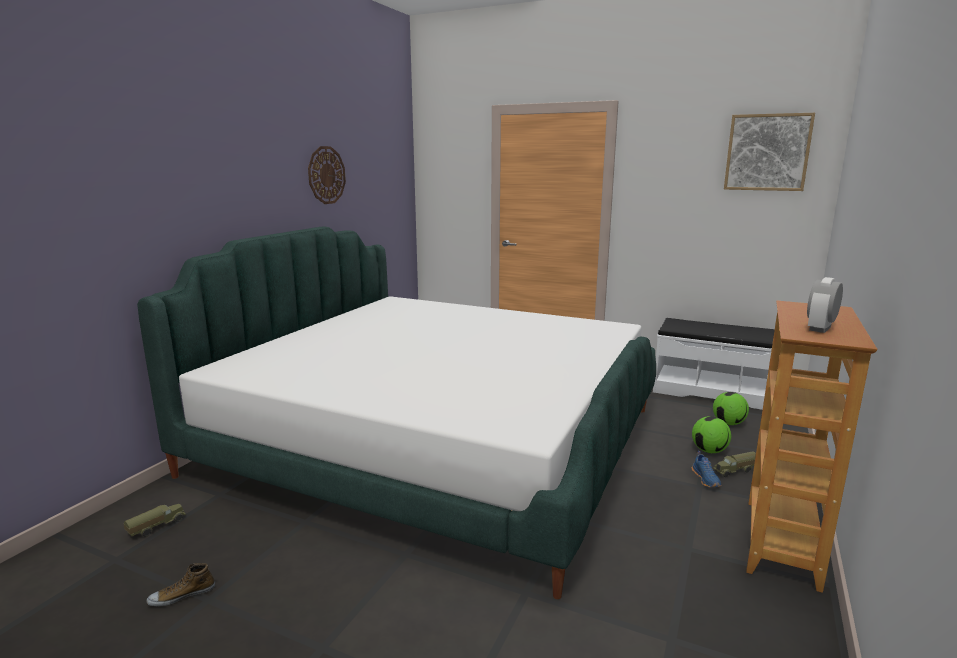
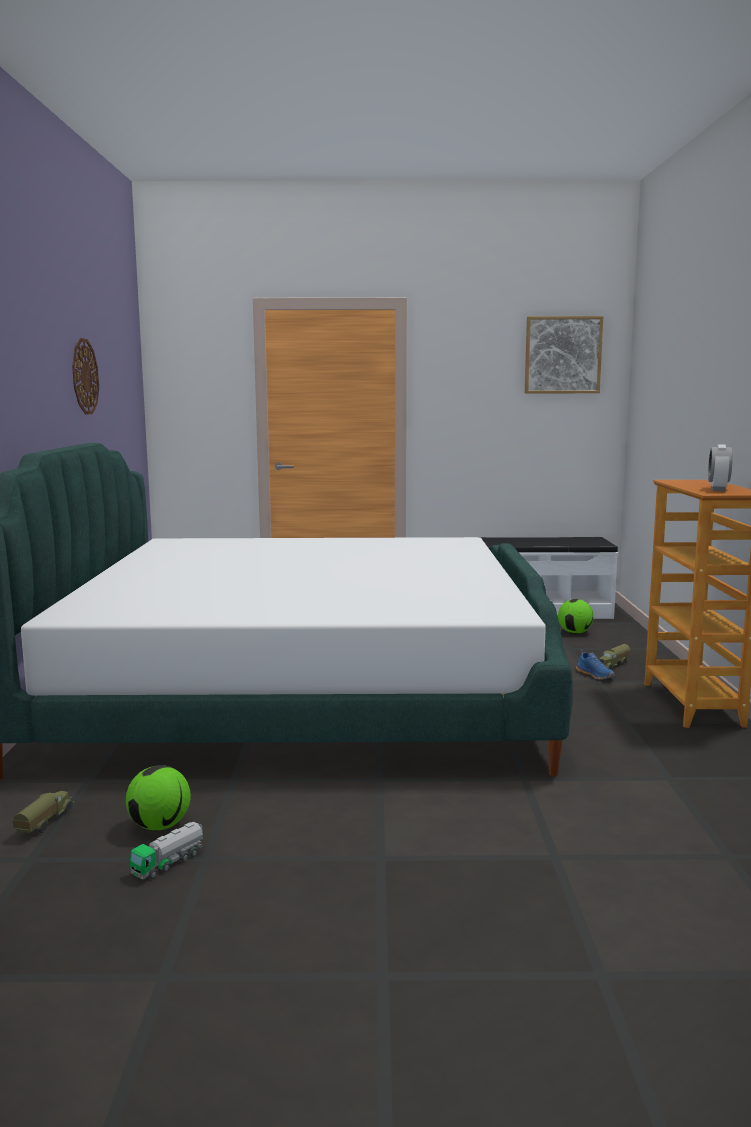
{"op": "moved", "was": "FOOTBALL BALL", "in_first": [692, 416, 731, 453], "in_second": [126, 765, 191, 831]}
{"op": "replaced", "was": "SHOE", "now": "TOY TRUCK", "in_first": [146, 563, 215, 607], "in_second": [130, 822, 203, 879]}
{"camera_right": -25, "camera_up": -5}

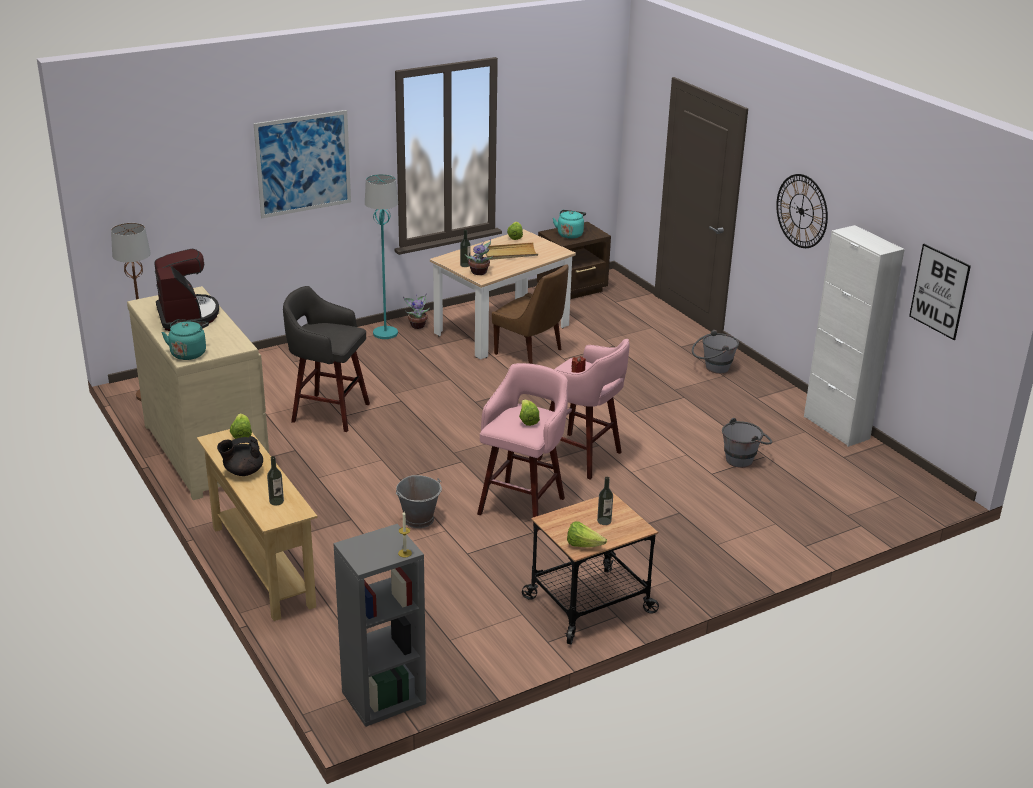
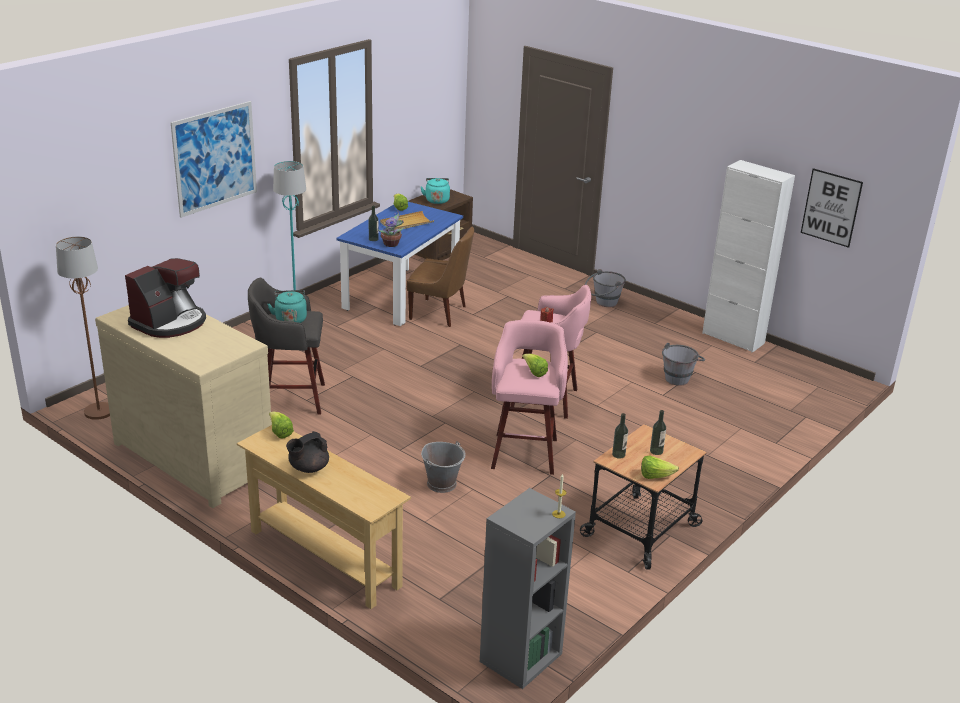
{"op": "removed", "was": "PLANT IN A POT", "in_first": [403, 293, 430, 329]}
{"op": "removed", "was": "CLOCK ON THE WALL", "in_first": [776, 174, 828, 248]}
{"op": "moved", "was": "TURQUOISE WATER KETTLE", "in_first": [162, 319, 209, 360], "in_second": [267, 290, 307, 323]}
{"op": "moved", "was": "BOTTLE", "in_first": [267, 456, 284, 506], "in_second": [612, 413, 628, 459]}
{"op": "recoloured", "was": "SAND-COLOURED DINNER TABLE", "now": "BLUE DINNER TABLE", "in_first": [430, 229, 576, 360], "in_second": [336, 202, 463, 326]}
{"op": "turned", "was": "COFFEE MACHINE", "in_first": [154, 249, 219, 331], "in_second": [125, 258, 206, 338], "clockwise": 75}
{"camera_right": -20, "camera_up": 0}

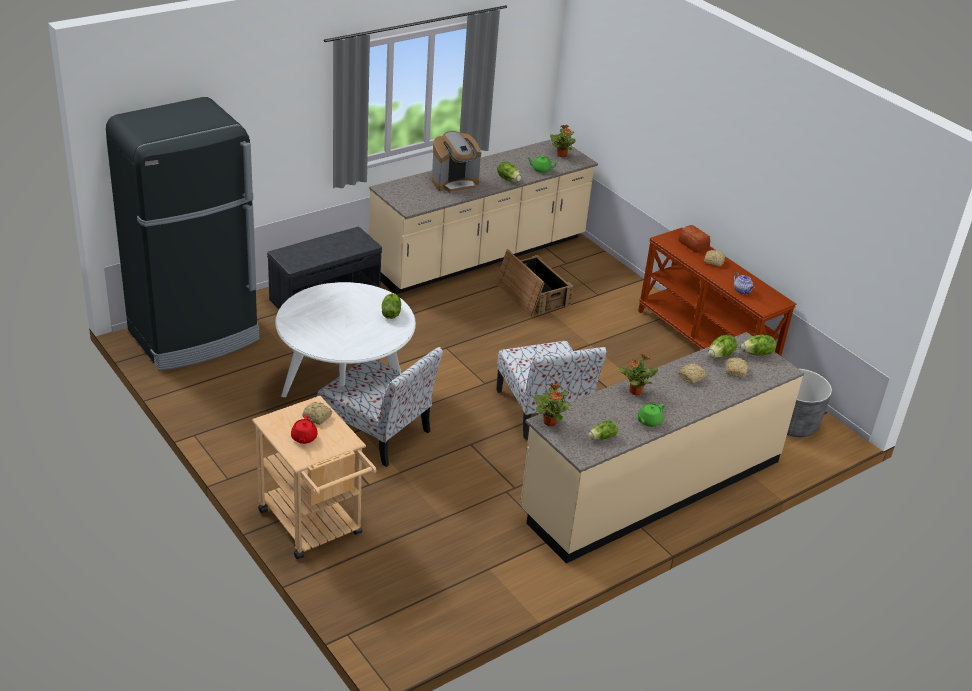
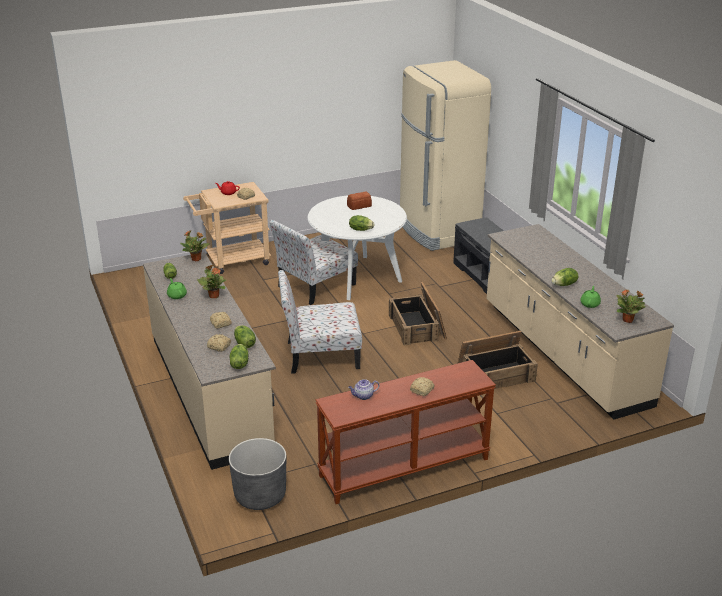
{"op": "removed", "was": "COFFEE MACHINE", "in_first": [431, 131, 481, 193]}
{"op": "added", "now": "CRATE", "in_second": [389, 282, 447, 345]}
{"op": "moved", "was": "BAKED BREAD", "in_first": [678, 225, 710, 253], "in_second": [347, 191, 372, 210]}
{"op": "recoloured", "was": "BLACK-COLOURED REFRIGERATOR", "now": "SAND-COLOURED REFRIGERATOR", "in_first": [106, 97, 260, 371], "in_second": [400, 60, 491, 251]}
{"camera_right": 105, "camera_up": -5}

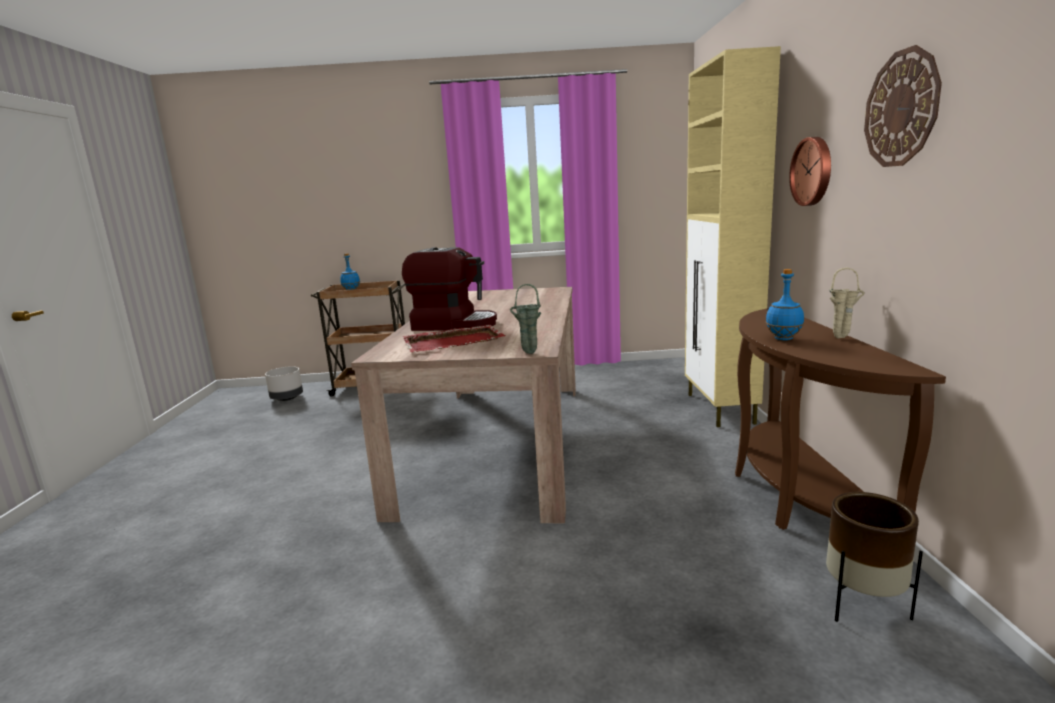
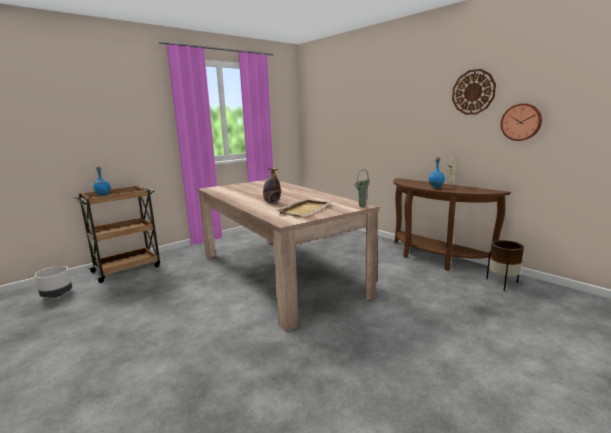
{"op": "removed", "was": "SAND-COLOURED STORAGE CABINET", "in_first": [685, 46, 781, 427]}
{"op": "moved", "was": "CLOCK ON THE WALL", "in_first": [789, 137, 831, 206], "in_second": [501, 103, 542, 141]}
{"op": "replaced", "was": "COFFEE MACHINE", "now": "BOTTLE", "in_first": [402, 247, 497, 331], "in_second": [263, 168, 281, 203]}
{"op": "recoloured", "was": "RED SERVING TRAY", "now": "SAND-COLOURED SERVING TRAY", "in_first": [403, 325, 505, 352], "in_second": [274, 199, 331, 217]}
{"camera_right": -40, "camera_up": 0}

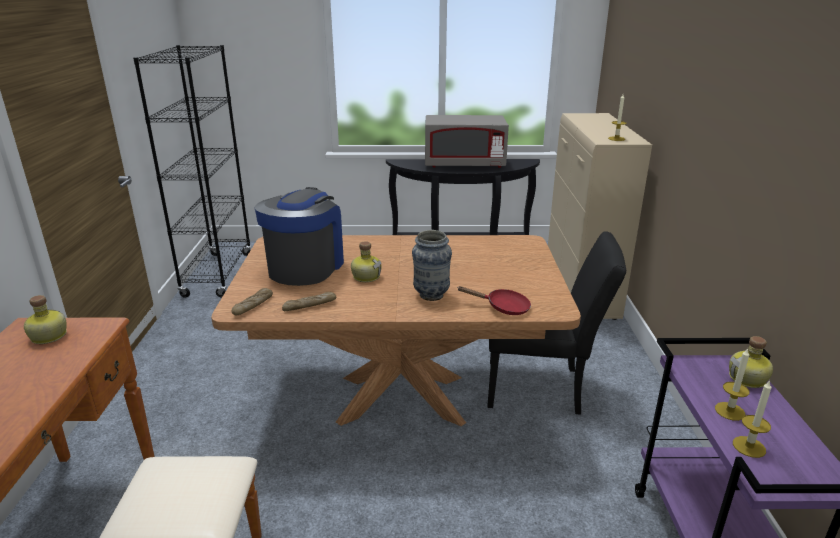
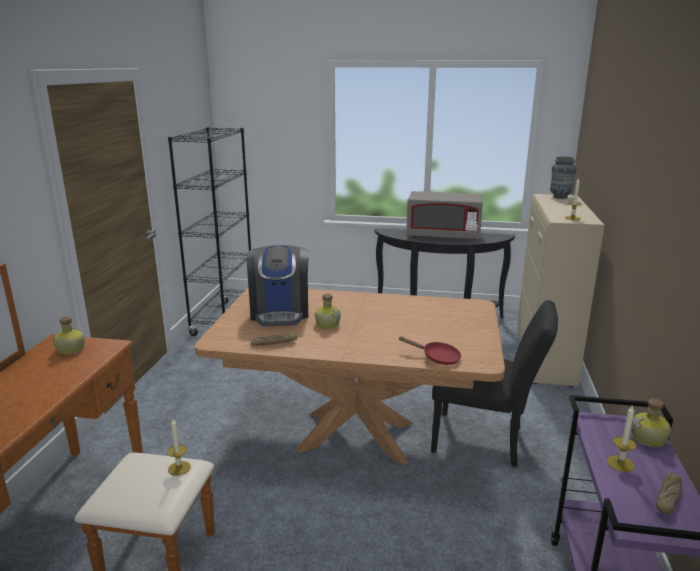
{"op": "moved", "was": "BAKED BREAD", "in_first": [232, 288, 273, 315], "in_second": [656, 472, 682, 514]}
{"op": "moved", "was": "DECORATIVE VASE", "in_first": [412, 230, 452, 301], "in_second": [550, 156, 577, 198]}
{"op": "moved", "was": "CANDLE", "in_first": [733, 380, 771, 458], "in_second": [167, 419, 191, 476]}
{"op": "turned", "was": "COFFEE MACHINE", "in_first": [254, 187, 344, 286], "in_second": [246, 245, 309, 326], "clockwise": 150}
{"camera_right": 10, "camera_up": -5}

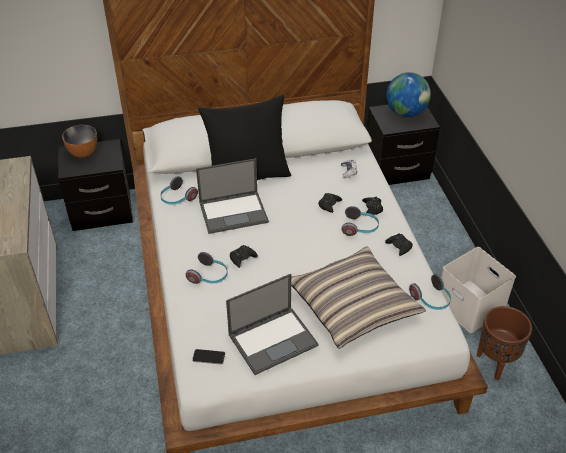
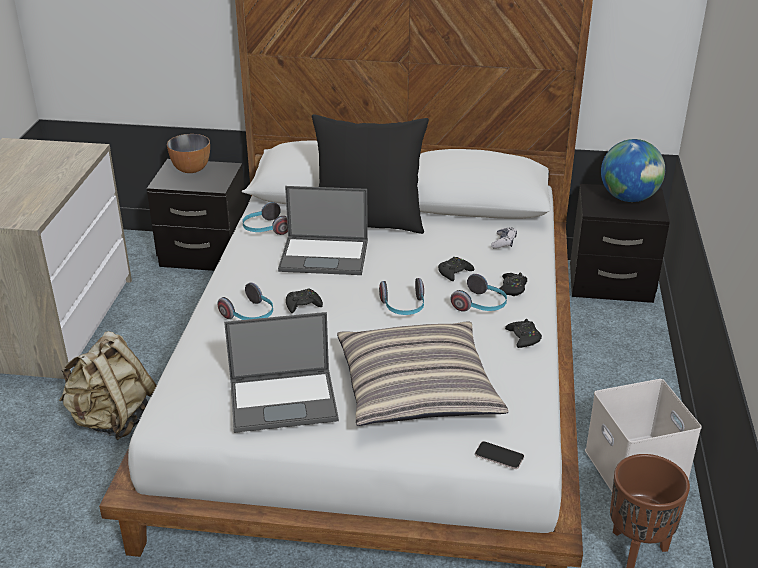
{"op": "added", "now": "SAND-COLOURED KNAPSACK", "in_second": [59, 331, 157, 440]}
{"op": "moved", "was": "TELEPHONE", "in_first": [192, 349, 225, 365], "in_second": [475, 441, 524, 469]}
{"op": "moved", "was": "HEADSET", "in_first": [409, 274, 451, 310], "in_second": [379, 278, 424, 315]}
{"camera_right": 20, "camera_up": -10}

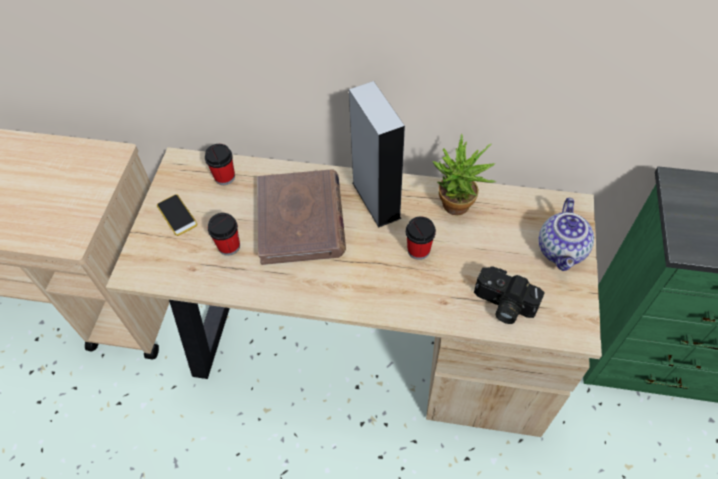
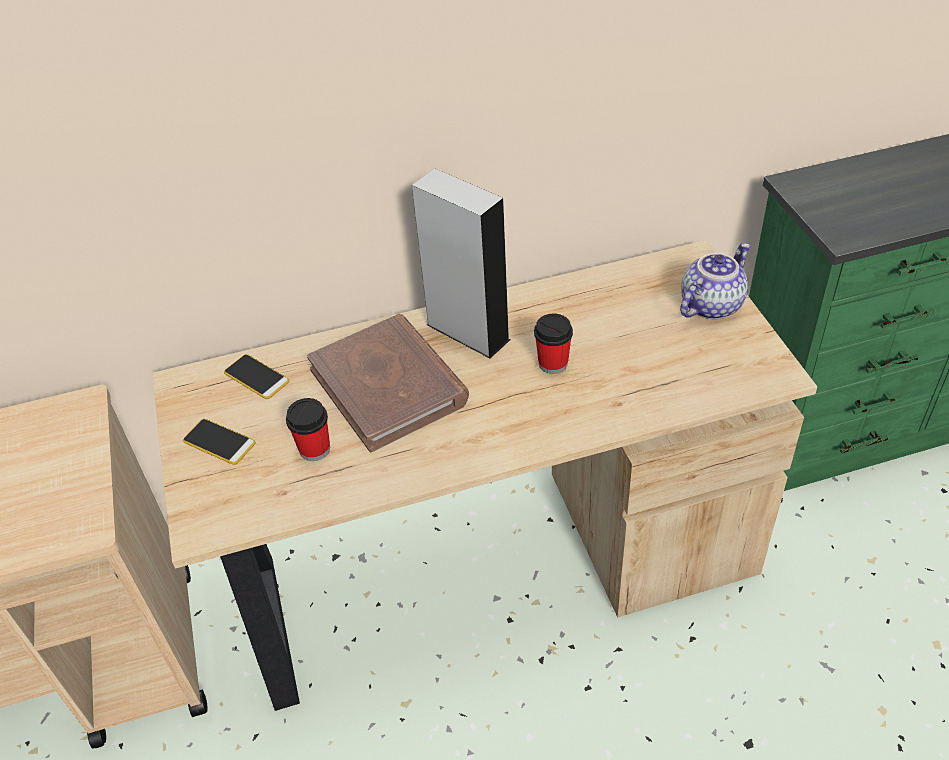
{"op": "removed", "was": "PLANT IN A POT", "in_first": [432, 134, 496, 215]}
{"op": "removed", "was": "PHOTO CAMERA", "in_first": [474, 266, 545, 324]}
{"op": "replaced", "was": "CUP", "now": "TELEPHONE", "in_first": [205, 144, 235, 185], "in_second": [224, 354, 289, 399]}
{"op": "turned", "was": "TEA POT", "in_first": [539, 198, 594, 271], "in_second": [680, 243, 751, 319], "clockwise": -120}
{"camera_right": -25, "camera_up": -10}

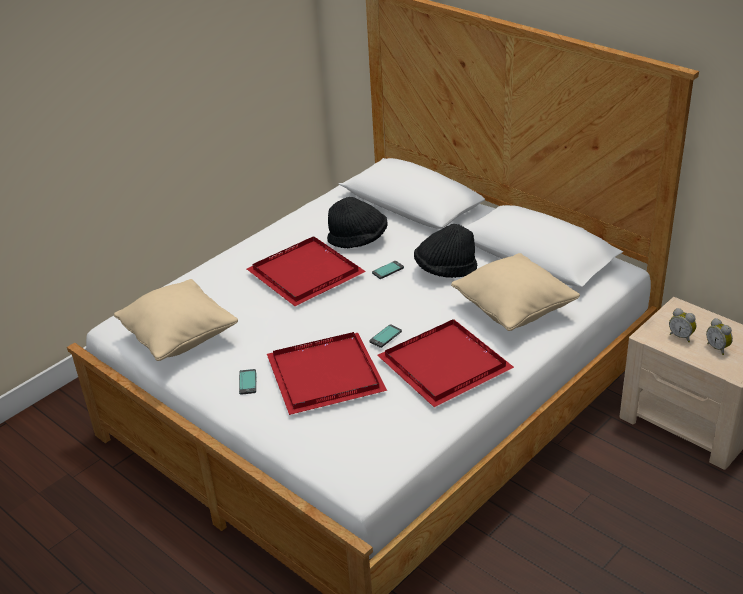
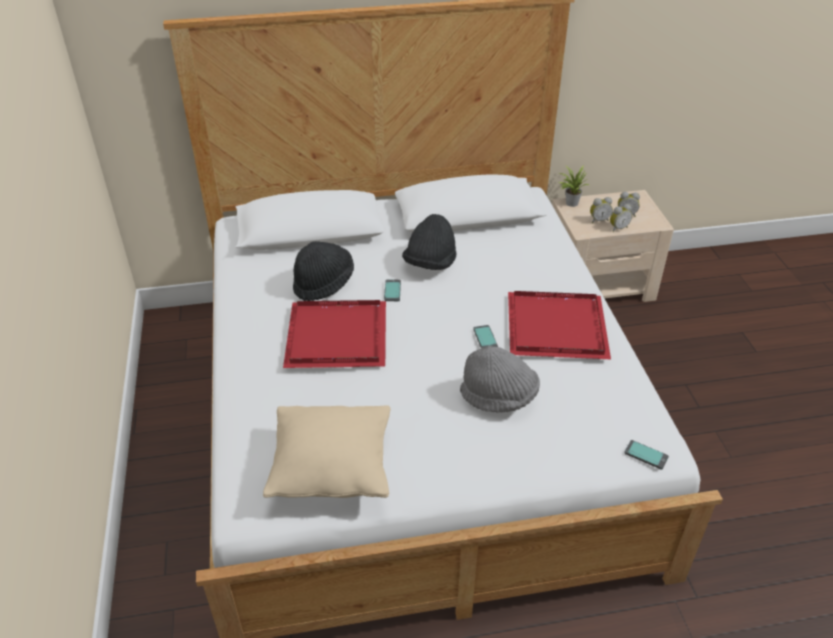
{"op": "removed", "was": "SAND-COLOURED CUSHION", "in_first": [451, 253, 580, 331]}
{"op": "added", "now": "PLANT IN A POT", "in_second": [559, 165, 589, 207]}
{"op": "added", "now": "TABLE CLOCK", "in_second": [610, 204, 632, 232]}
{"op": "moved", "was": "TELEPHONE", "in_first": [239, 369, 257, 395], "in_second": [624, 440, 669, 470]}
{"op": "replaced", "was": "RED SERVING TRAY", "now": "GREYISH WEARABLE HAT", "in_first": [267, 332, 387, 415], "in_second": [460, 347, 540, 413]}
{"camera_right": -55, "camera_up": 5}

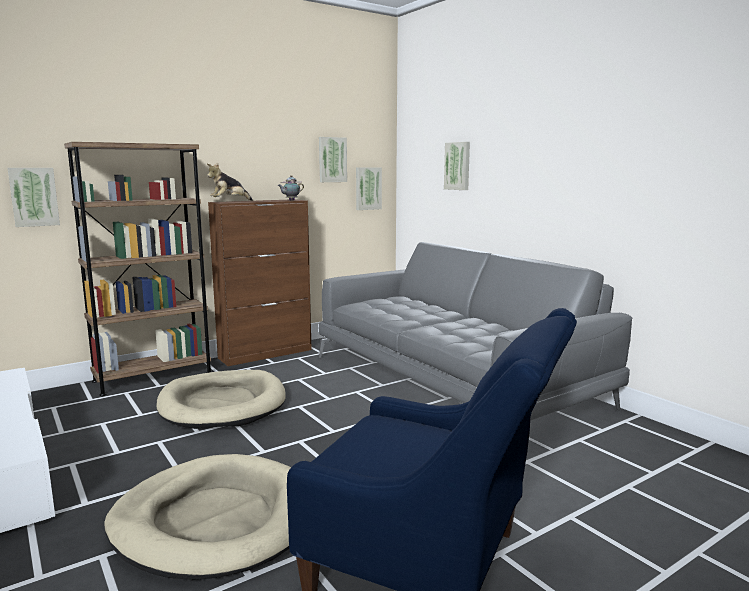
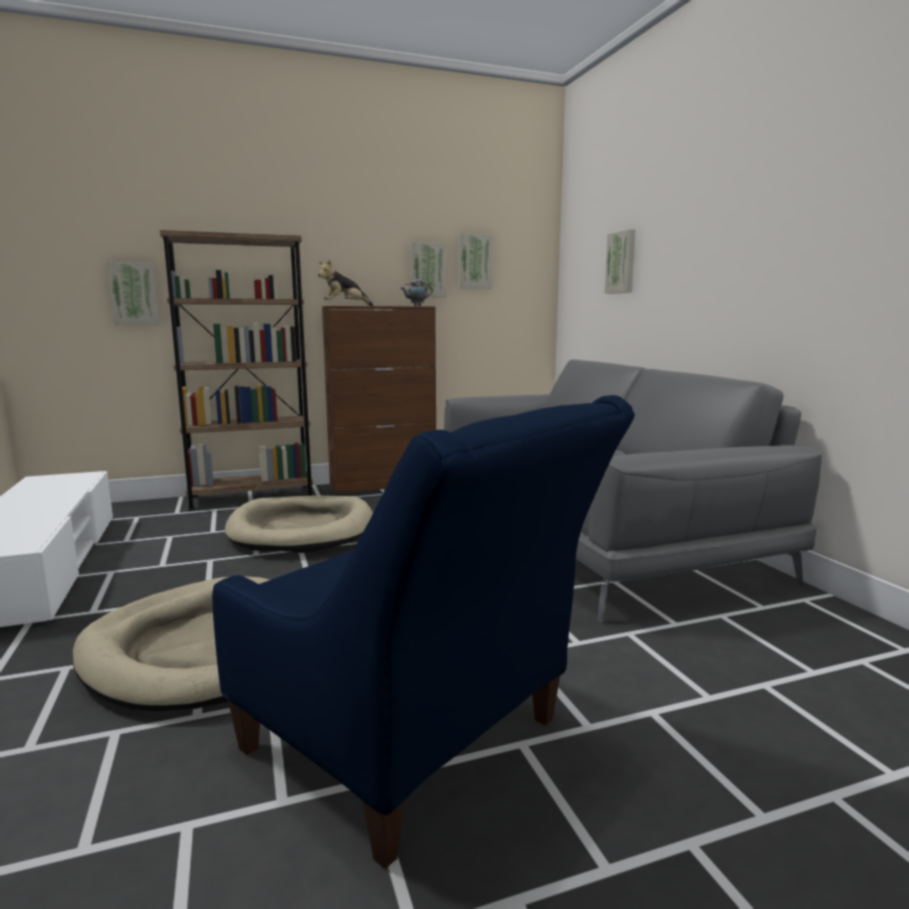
{"op": "moved", "was": "WALL PICTURE", "in_first": [356, 167, 382, 210], "in_second": [410, 242, 447, 298]}
{"camera_right": 15, "camera_up": 0}

